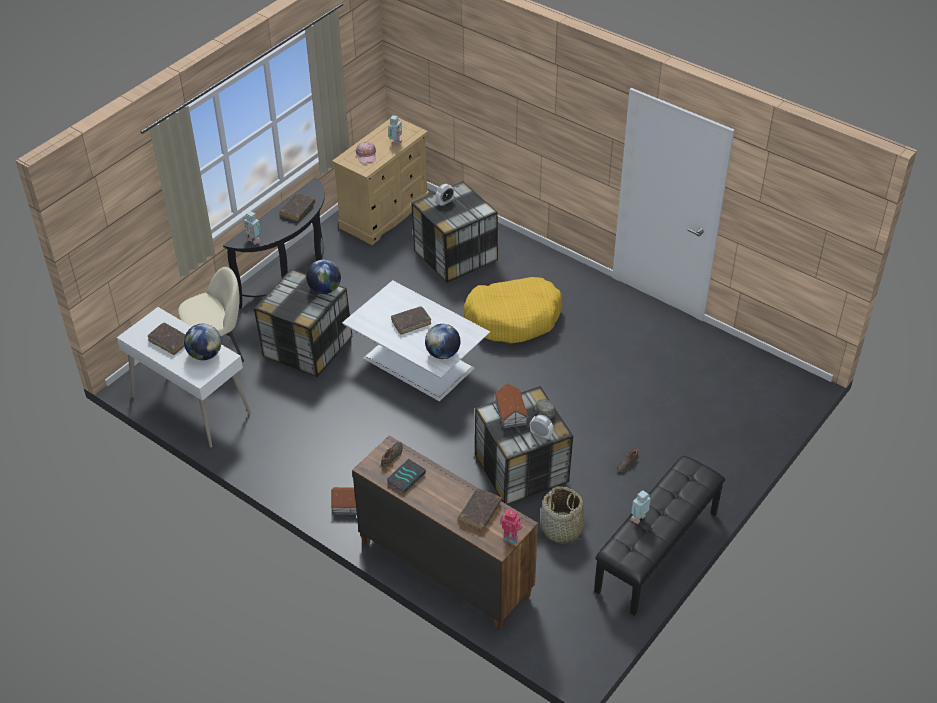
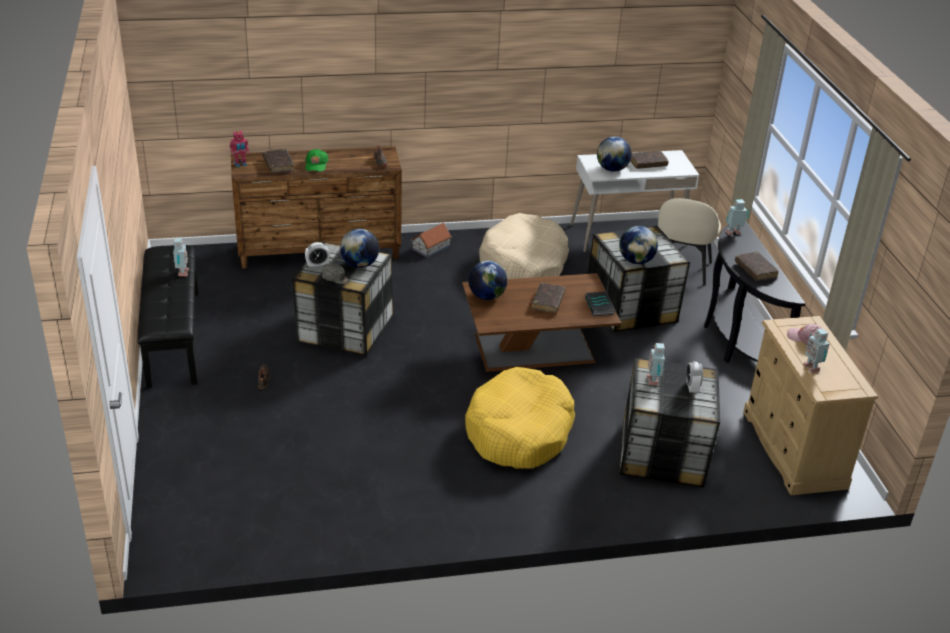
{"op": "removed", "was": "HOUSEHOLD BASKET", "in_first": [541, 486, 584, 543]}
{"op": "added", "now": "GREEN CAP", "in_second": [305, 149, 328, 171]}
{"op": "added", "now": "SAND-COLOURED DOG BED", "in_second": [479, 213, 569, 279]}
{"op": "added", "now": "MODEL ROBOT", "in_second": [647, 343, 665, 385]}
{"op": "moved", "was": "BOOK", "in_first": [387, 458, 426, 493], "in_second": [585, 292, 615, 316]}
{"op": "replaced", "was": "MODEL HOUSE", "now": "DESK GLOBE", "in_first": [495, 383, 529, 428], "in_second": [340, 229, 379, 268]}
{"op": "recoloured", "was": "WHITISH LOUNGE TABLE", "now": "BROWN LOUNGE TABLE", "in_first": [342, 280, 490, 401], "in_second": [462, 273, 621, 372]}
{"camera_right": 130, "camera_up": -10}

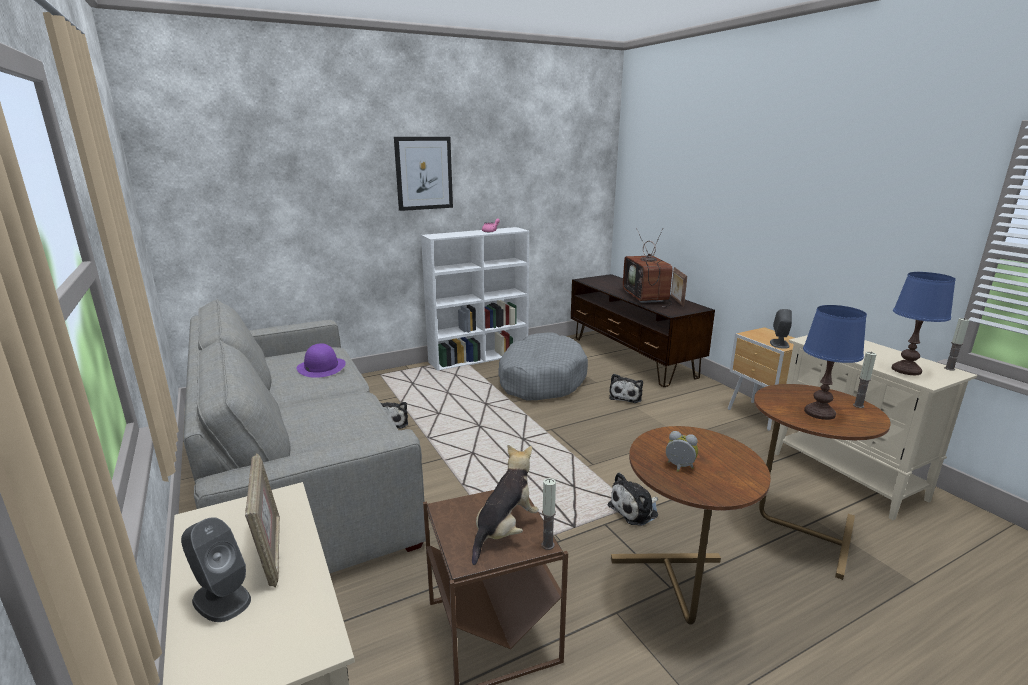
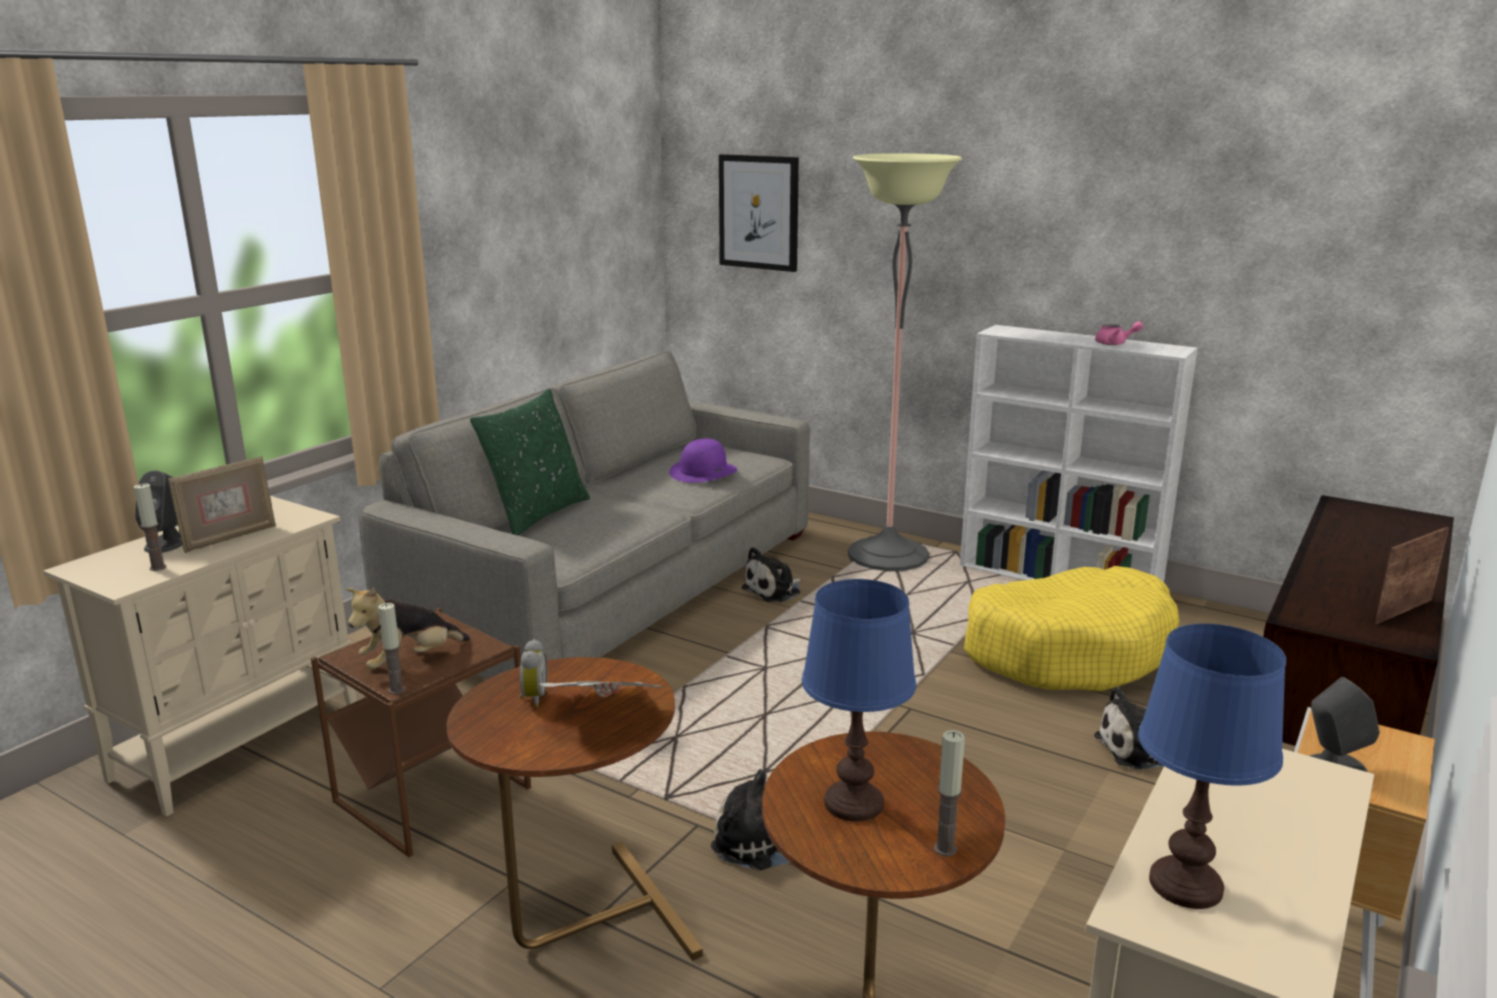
{"op": "removed", "was": "TELEVISION", "in_first": [623, 228, 673, 307]}
{"op": "added", "now": "GREEN CUSHION", "in_second": [470, 389, 590, 536]}
{"op": "added", "now": "PRINTED PAPER", "in_second": [539, 681, 666, 697]}
{"op": "added", "now": "FLOOR LAMP", "in_second": [848, 153, 962, 571]}
{"op": "moved", "was": "WALL PICTURE", "in_first": [394, 137, 453, 211], "in_second": [719, 154, 799, 272]}
{"op": "moved", "was": "CANDLE", "in_first": [944, 318, 970, 371], "in_second": [134, 483, 167, 571]}
{"op": "recoloured", "was": "GREYISH DOG BED", "now": "YELLOWISH DOG BED", "in_first": [498, 332, 588, 401], "in_second": [964, 566, 1179, 691]}
{"op": "turned", "was": "SOFT TOY", "in_first": [472, 445, 539, 565], "in_second": [346, 588, 470, 669], "clockwise": 135}
{"camera_right": 60, "camera_up": 0}

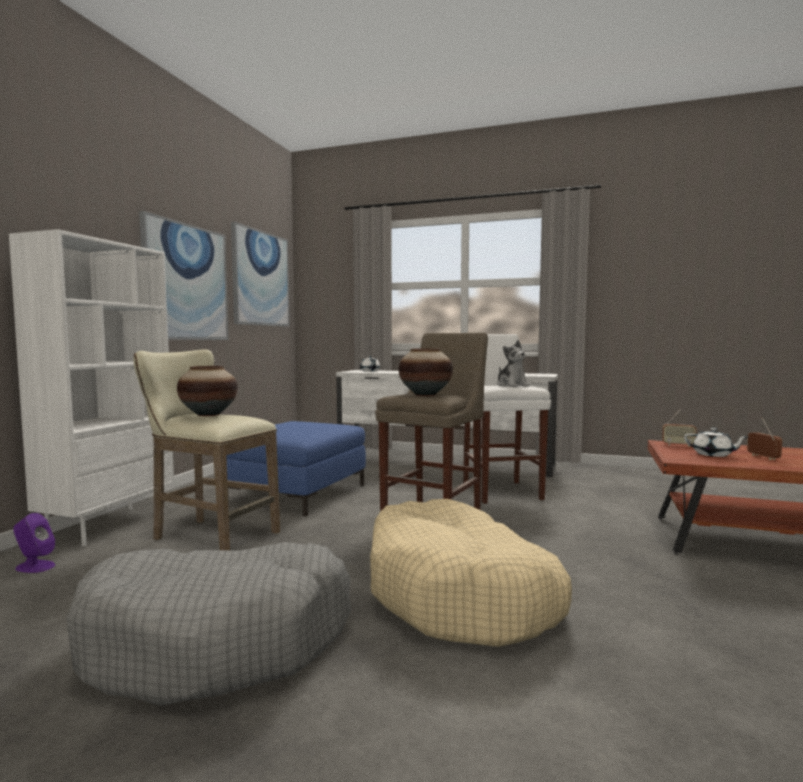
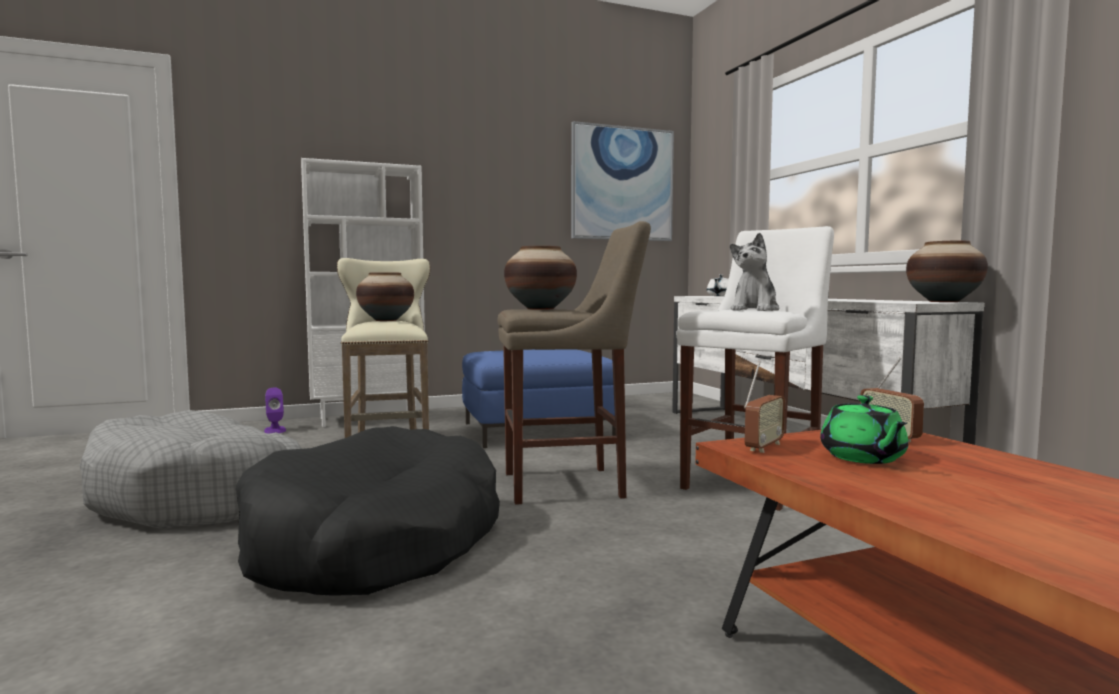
{"op": "removed", "was": "WALL PICTURE", "in_first": [139, 211, 228, 340]}
{"op": "added", "now": "DECORATIVE VASE", "in_second": [906, 241, 988, 302]}
{"op": "moved", "was": "RADIO RECEIVER", "in_first": [747, 417, 783, 460], "in_second": [744, 361, 785, 453]}
{"op": "recoloured", "was": "SAND-COLOURED DOG BED", "now": "BLACK-COLOURED DOG BED", "in_first": [370, 499, 572, 647], "in_second": [236, 426, 500, 596]}
{"op": "recoloured", "was": "WHITISH TEA POT", "now": "GREEN TEA POT", "in_first": [684, 428, 747, 457], "in_second": [820, 395, 909, 464]}
{"camera_right": 50, "camera_up": 0}

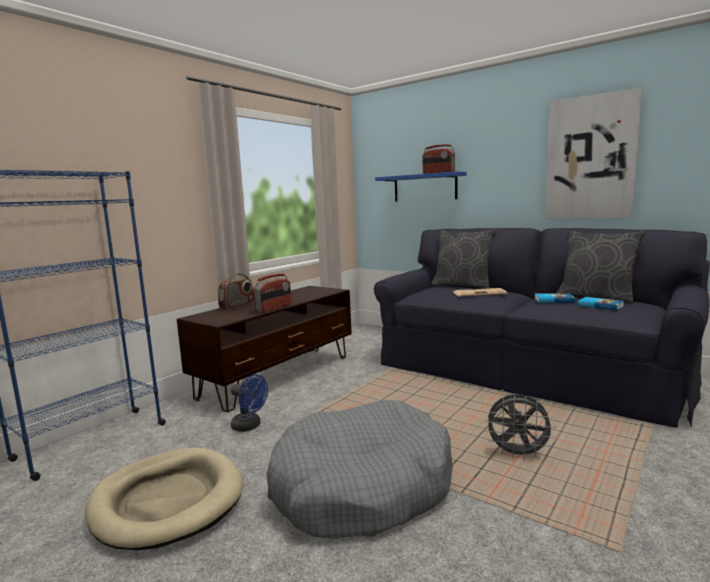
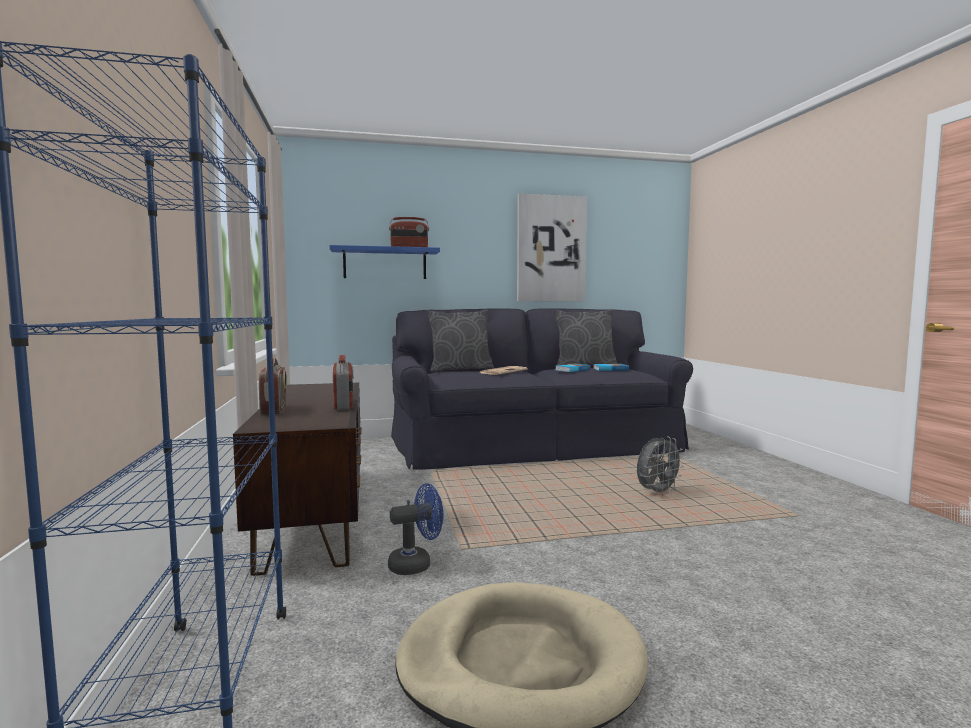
{"op": "removed", "was": "GREYISH DOG BED", "in_first": [267, 400, 453, 539]}
{"camera_right": -50, "camera_up": -5}

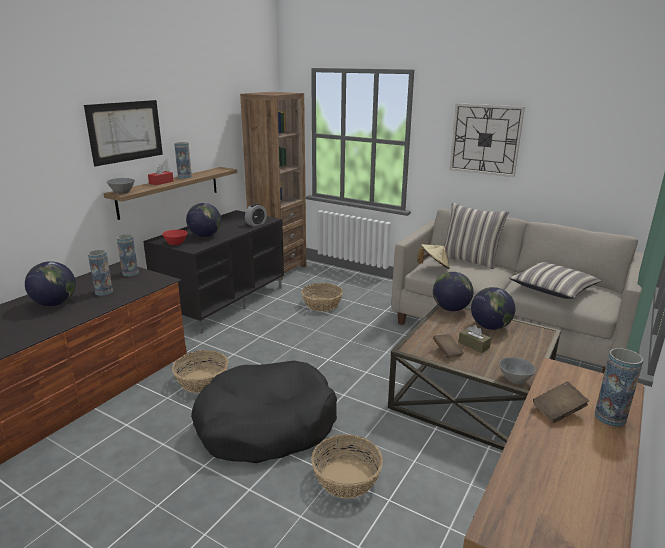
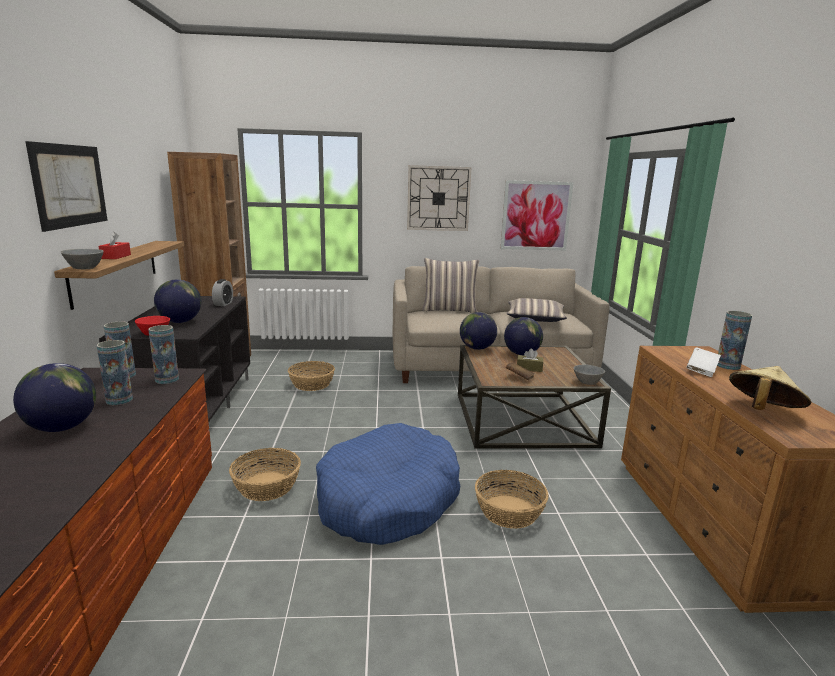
{"op": "added", "now": "WALL PICTURE", "in_second": [501, 180, 573, 250]}
{"op": "moved", "was": "DECORATIVE VASE", "in_first": [174, 142, 192, 179], "in_second": [148, 325, 179, 384]}
{"op": "moved", "was": "SAND-COLOURED WEARABLE HAT", "in_first": [417, 244, 450, 269], "in_second": [729, 366, 811, 410]}
{"op": "recoloured", "was": "BLACK-COLOURED DOG BED", "now": "BLUE DOG BED", "in_first": [191, 361, 337, 463], "in_second": [316, 423, 460, 545]}
{"op": "recoloured", "was": "BROWN BOOK", "now": "WHITISH BOOK", "in_first": [533, 381, 589, 423], "in_second": [687, 347, 721, 377]}
{"camera_right": -35, "camera_up": -5}

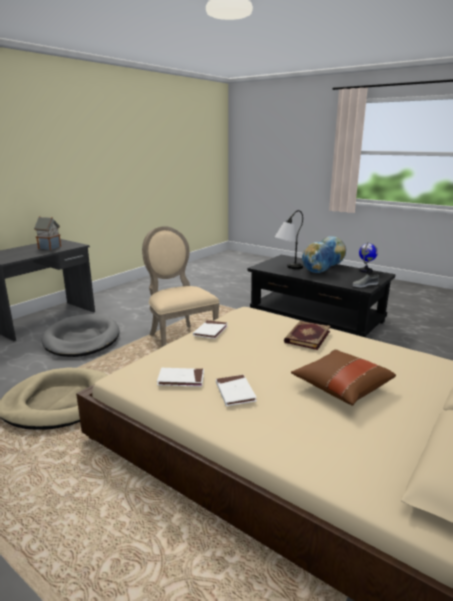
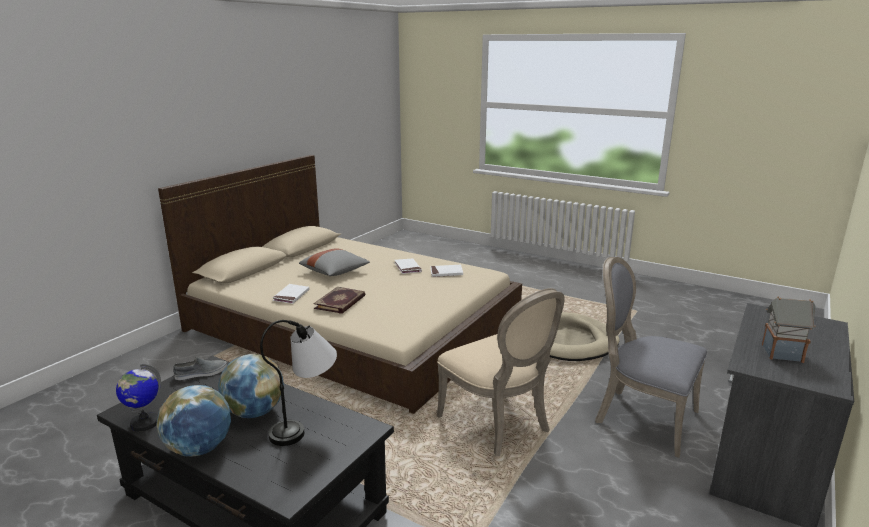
{"op": "moved", "was": "WHITISH BOOK", "in_first": [193, 320, 228, 339], "in_second": [272, 284, 309, 304]}
{"op": "replaced", "was": "GREYISH DOG BED", "now": "GREYISH UPRIGHT CHAIR", "in_first": [42, 314, 119, 357], "in_second": [595, 257, 707, 458]}
{"op": "recoloured", "was": "BROWN CUSHION", "now": "GREYISH CUSHION", "in_first": [291, 350, 396, 405], "in_second": [299, 248, 370, 276]}
{"camera_right": 175, "camera_up": 0}

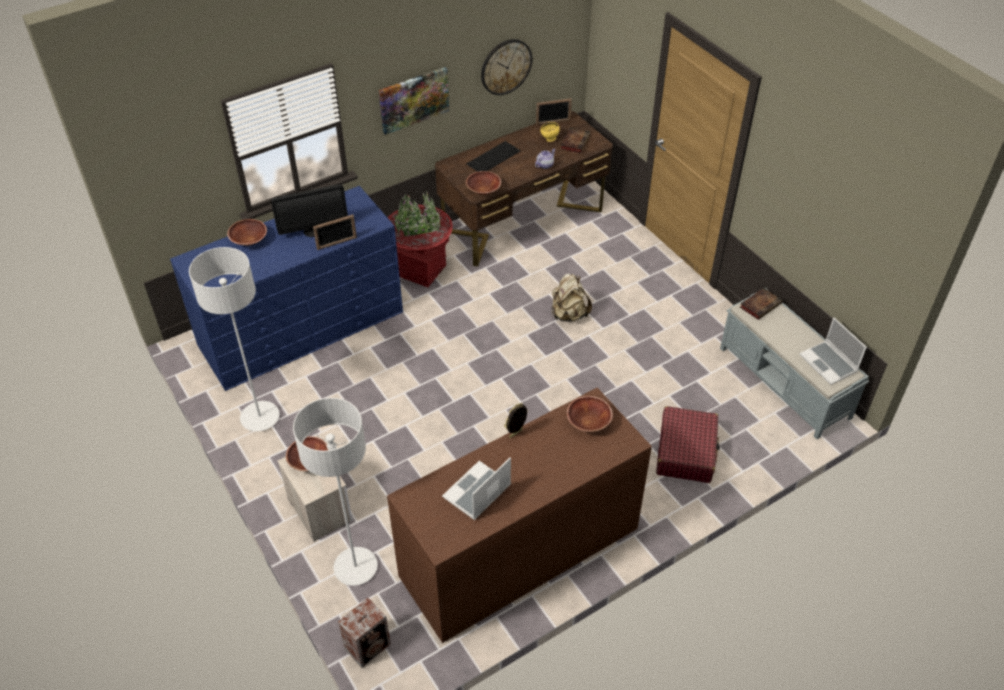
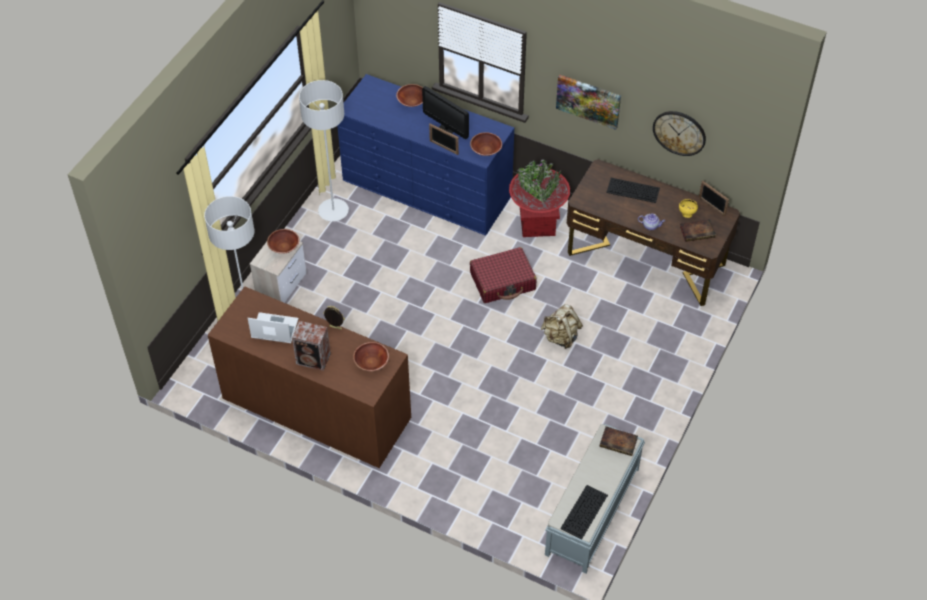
{"op": "moved", "was": "AUDIO SPEAKER", "in_first": [338, 598, 391, 668], "in_second": [292, 321, 331, 371]}
{"op": "moved", "was": "BROWN DEEP DISH", "in_first": [466, 171, 501, 195], "in_second": [470, 132, 502, 156]}
{"op": "moved", "was": "RED PIECE OF LUGGAGE", "in_first": [656, 406, 720, 483], "in_second": [470, 247, 537, 303]}
{"op": "replaced", "was": "LAPTOP", "now": "KEYBOARD", "in_first": [799, 317, 867, 385], "in_second": [560, 485, 608, 539]}
{"camera_right": 60, "camera_up": 5}

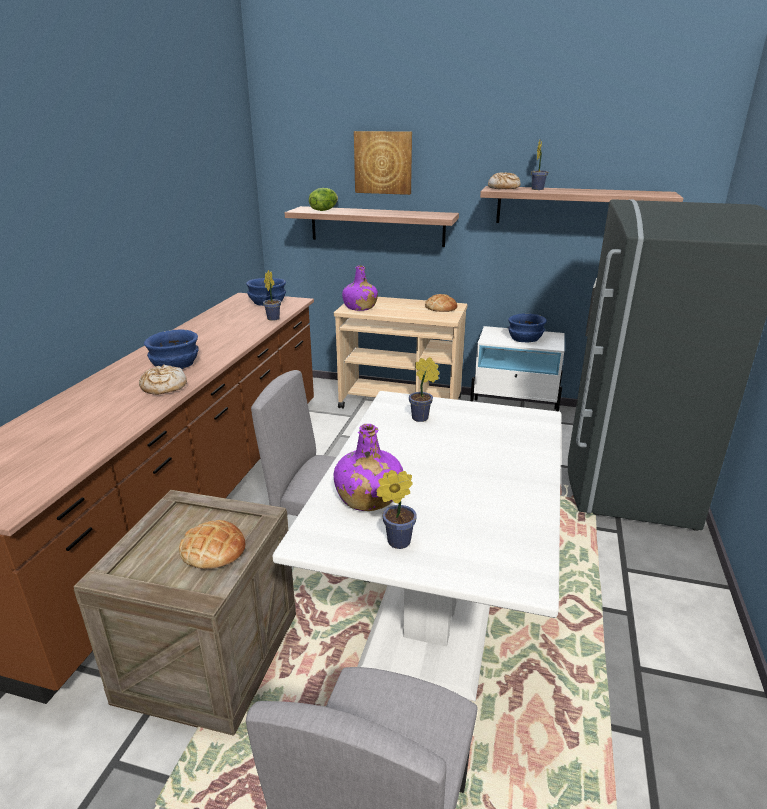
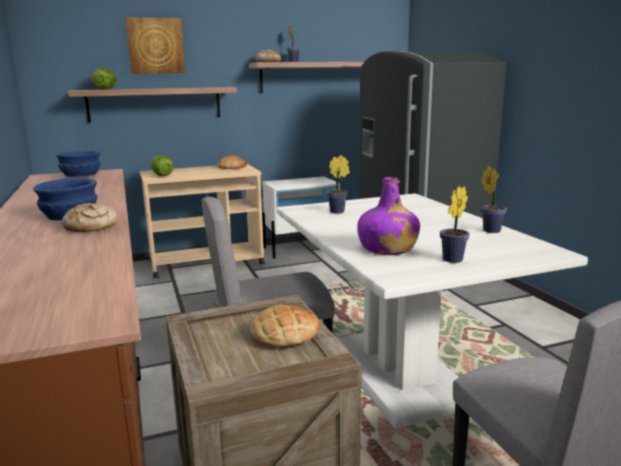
{"op": "removed", "was": "BLUE DEEP DISH", "in_first": [508, 313, 547, 342]}
{"op": "moved", "was": "PLANT IN A POT", "in_first": [263, 270, 281, 321], "in_second": [481, 165, 507, 233]}
{"op": "replaced", "was": "PURPLE-COLOURED BOTTLE", "now": "LETTUCE", "in_first": [342, 265, 378, 311], "in_second": [151, 155, 174, 176]}
{"camera_right": -35, "camera_up": -10}

